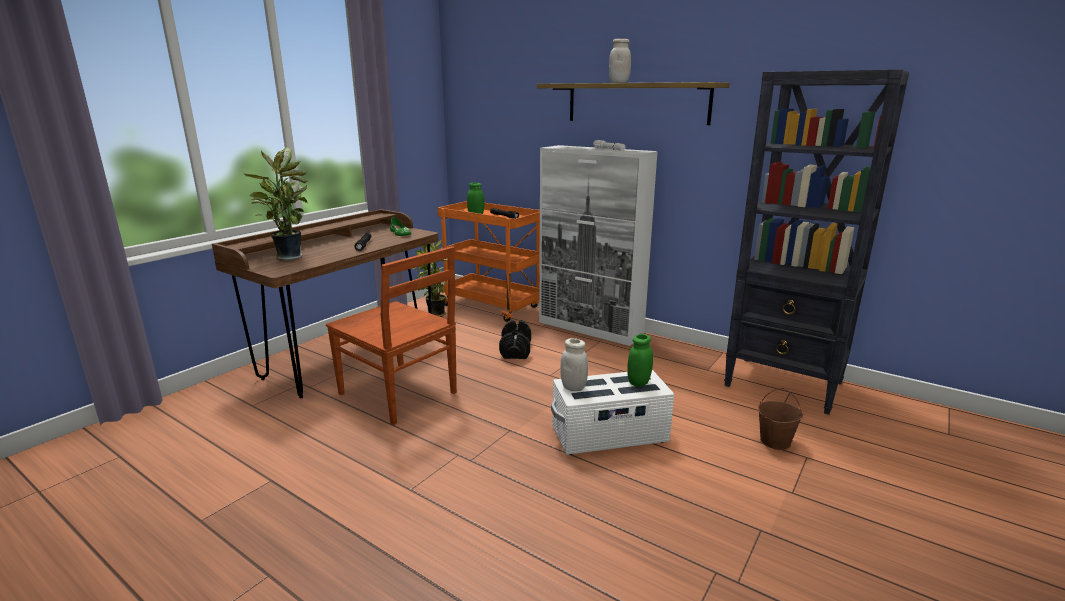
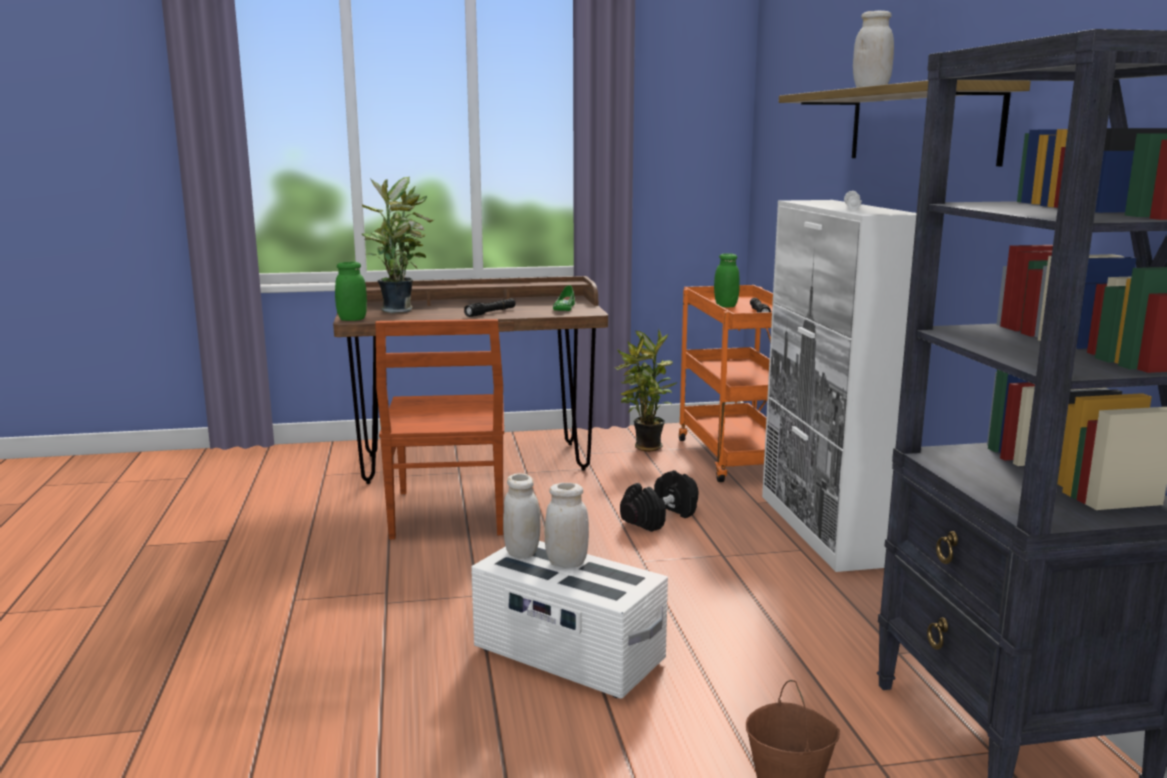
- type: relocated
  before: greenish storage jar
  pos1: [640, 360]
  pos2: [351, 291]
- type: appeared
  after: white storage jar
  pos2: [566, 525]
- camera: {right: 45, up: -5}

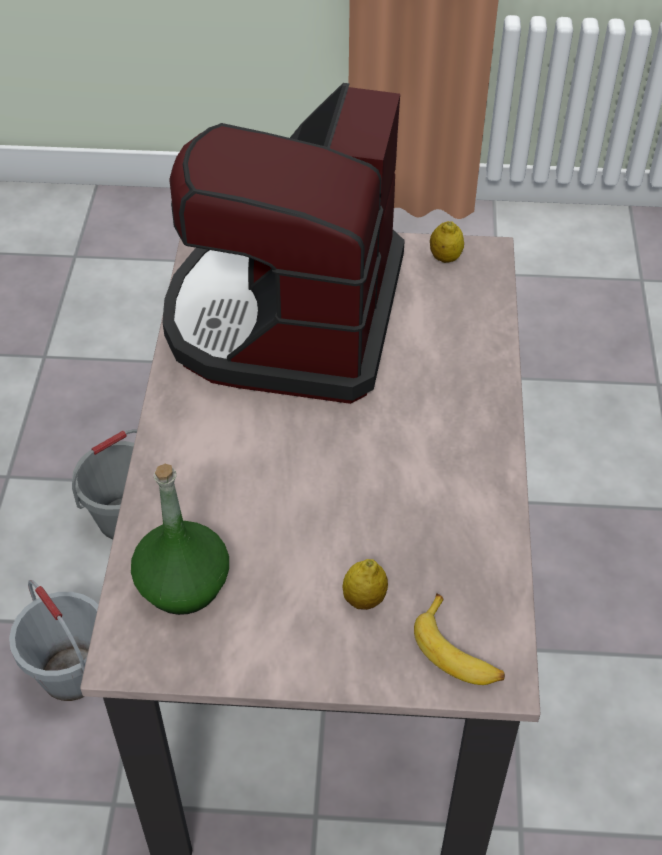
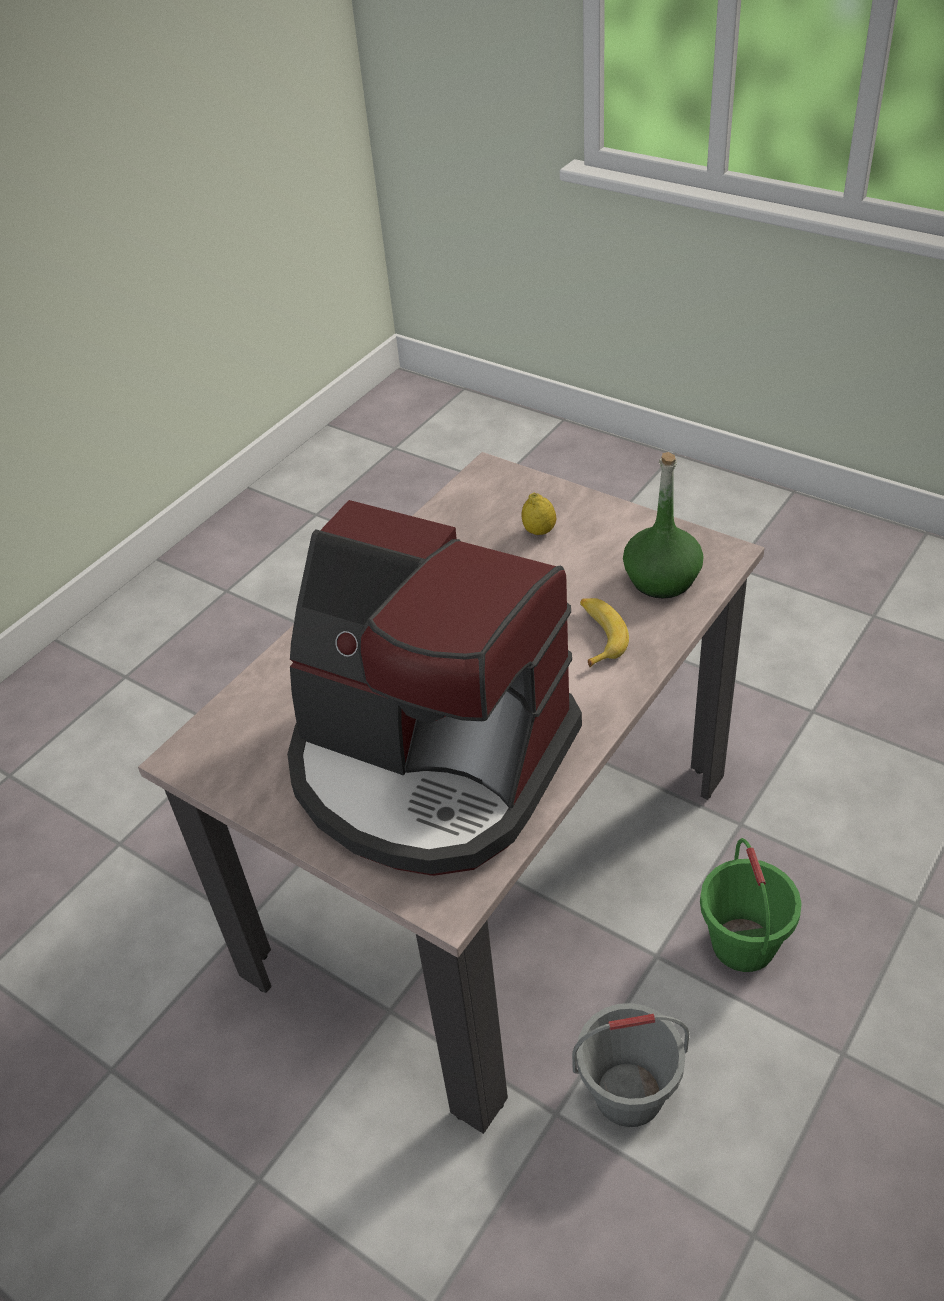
- type: colour
  before: gray water bucket
  after: greenish water bucket
  pos1: [53, 640]
  pos2: [751, 905]
- type: spun
  before: coffee brewer
  pos1: [283, 243]
  pos2: [434, 688]
  turn: 75
- type: relocated
  before: whole banana
  pos1: [459, 639]
  pos2: [604, 632]
- type: missing
  before: citrus fruit
  pos1: [447, 242]
- camera: {right: -145, up: -5}

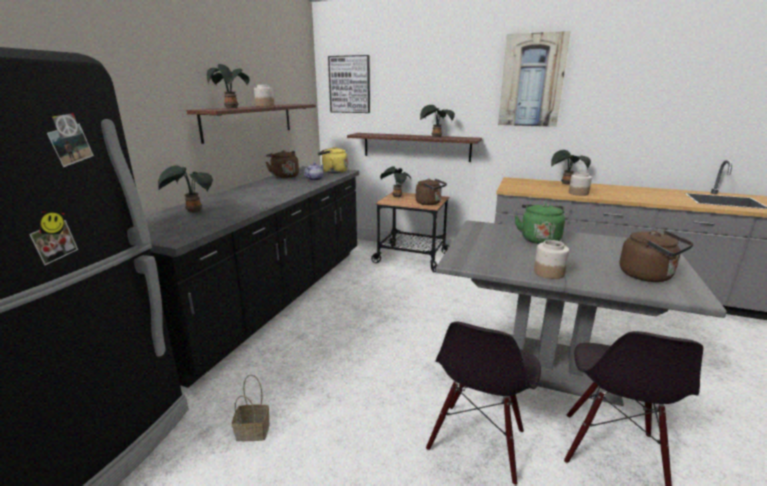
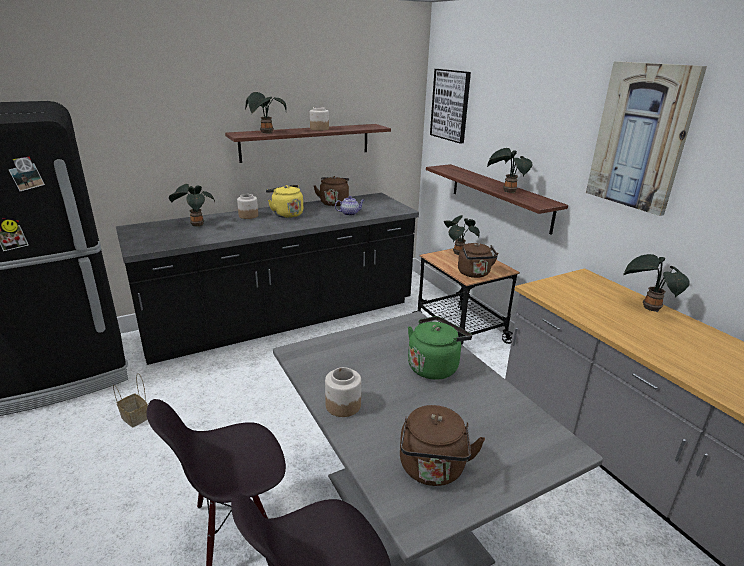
- type: relocated
  before: yellowish tea kettle
  pos1: [333, 160]
  pos2: [284, 201]
- type: relocated
  before: storage jar
  pos1: [580, 184]
  pos2: [247, 206]
- camera: {right: 40, up: 5}

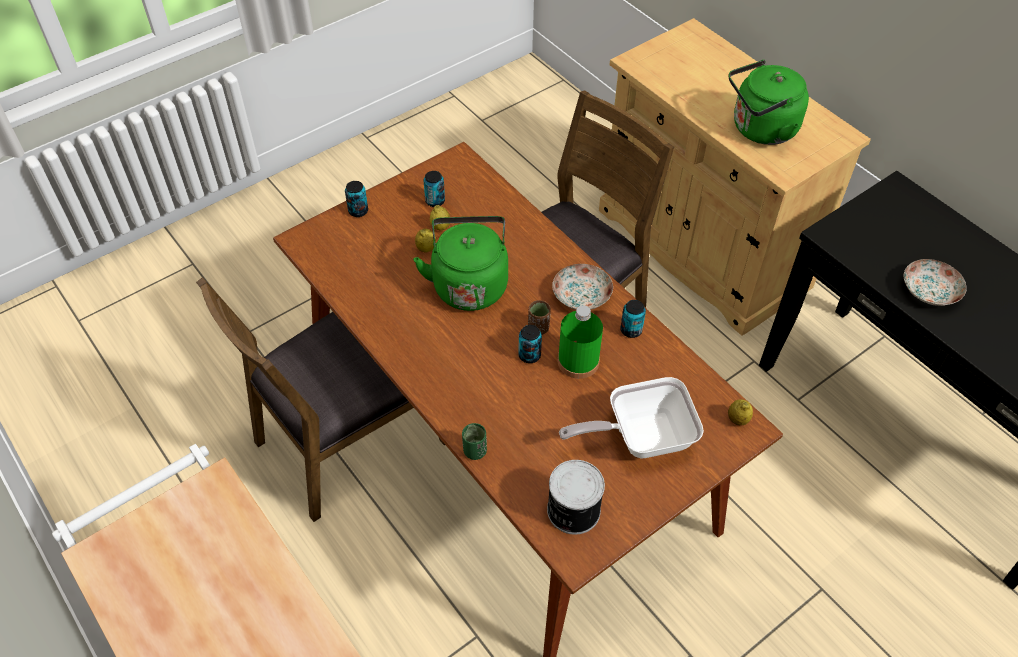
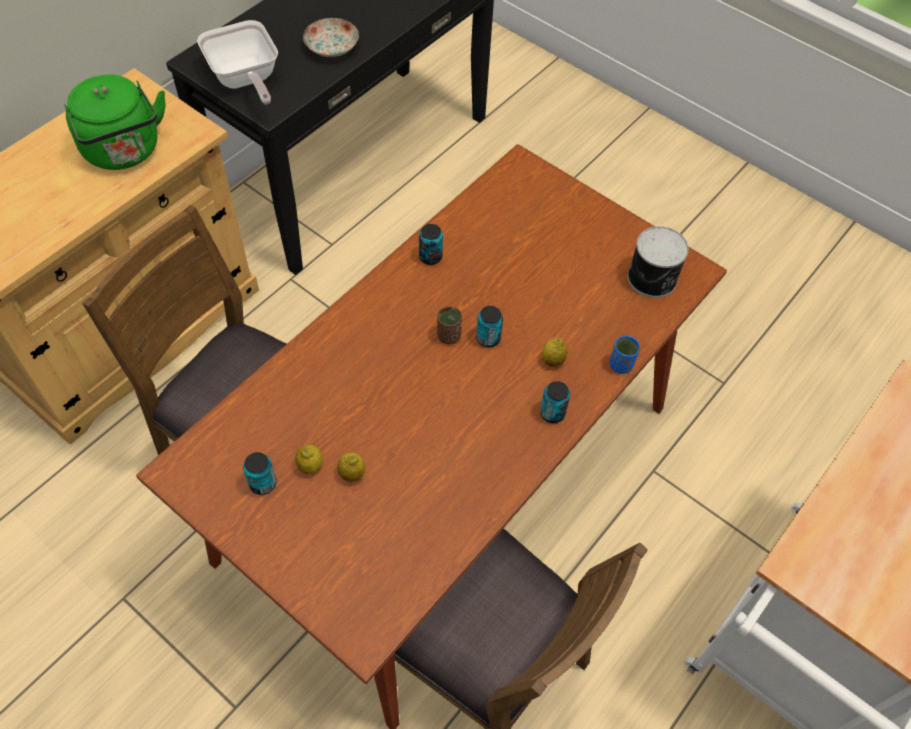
- type: relocated
  before: metal can
  pos1: [356, 199]
  pos2: [555, 402]
- type: missing
  before: greenish tea kettle
  pos1: [460, 263]
- type: colour
  before: greenish cup
  after: bluish cup
  pos1: [474, 441]
  pos2: [624, 355]
- type: missing
  before: plate
  pos1: [582, 287]
- type: missing
  before: greenish drink bottle
  pos1: [580, 342]
- type: relocated
  before: skillet
  pos1: [631, 417]
  pos2: [237, 62]
- type: relocated
  before: citrus fruit
  pos1: [740, 412]
  pos2: [555, 352]
- camera: {right: -105, up: 5}

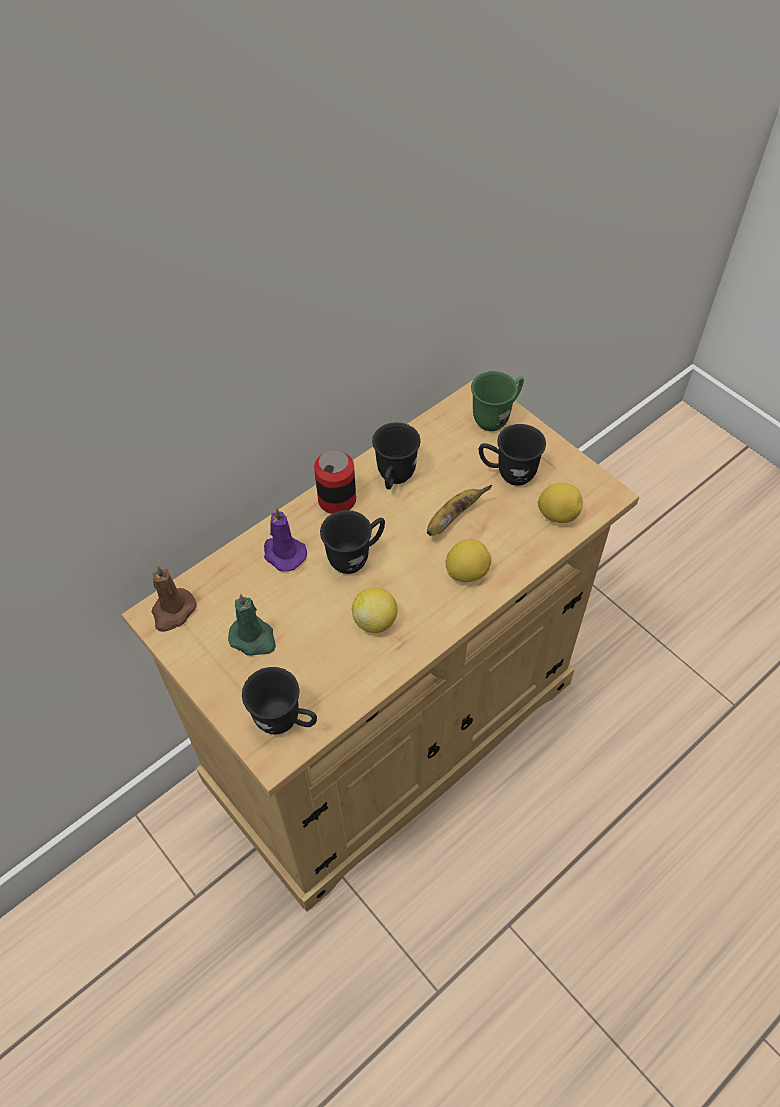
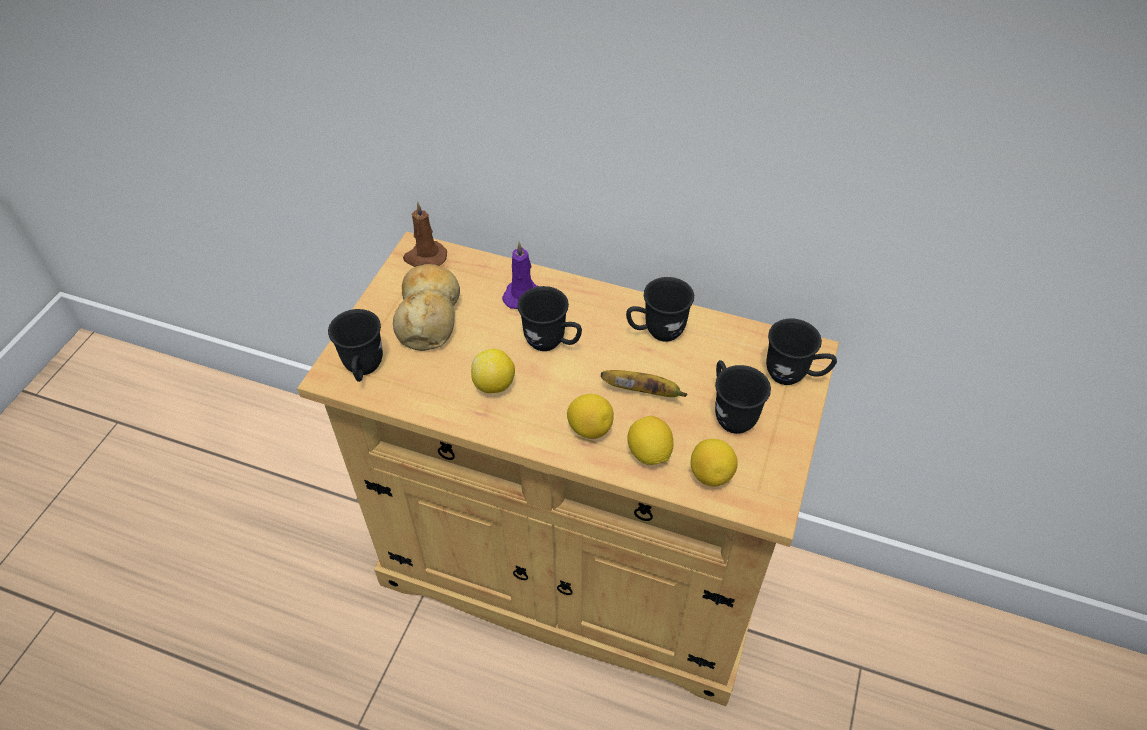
- type: exchanged
  before: greenish wax light
  after: bakery bread
  pos1: [252, 625]
  pos2: [426, 307]
- type: missing
  before: metal can
  pos1: [335, 482]
- type: colour
  before: greenish mug
  after: black-coloured mug
  pos1: [497, 401]
  pos2: [801, 352]
- type: appeared
  after: citrus fruit
  pos2: [650, 440]
- camera: {right: 60, up: -5}

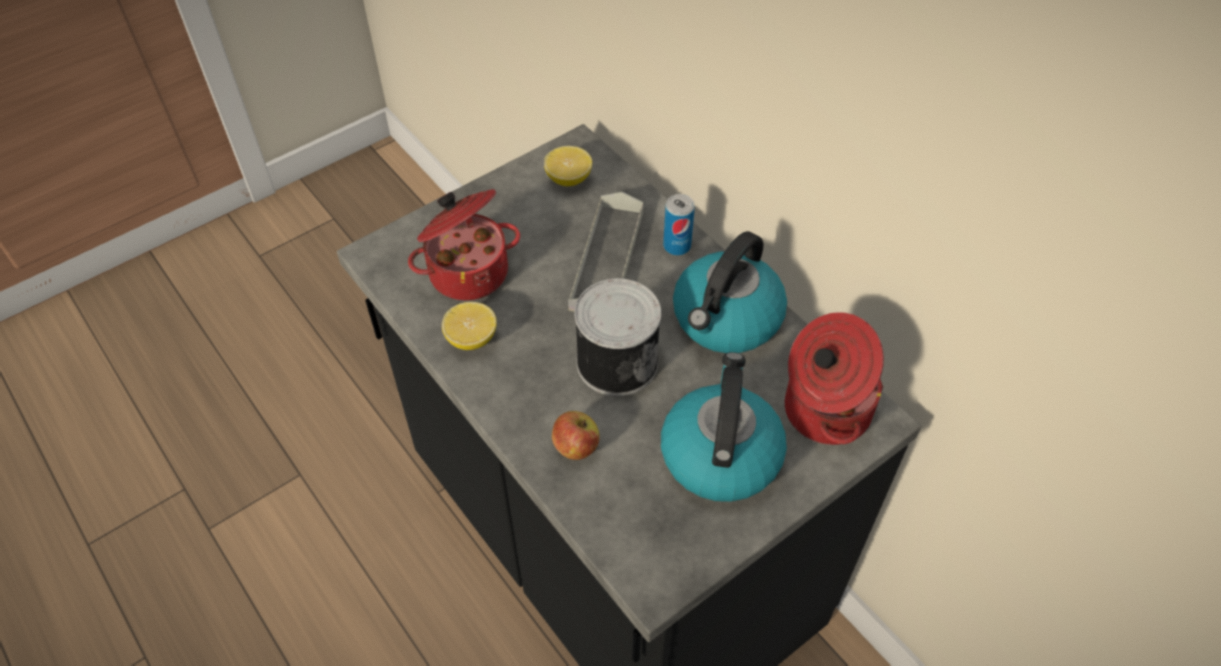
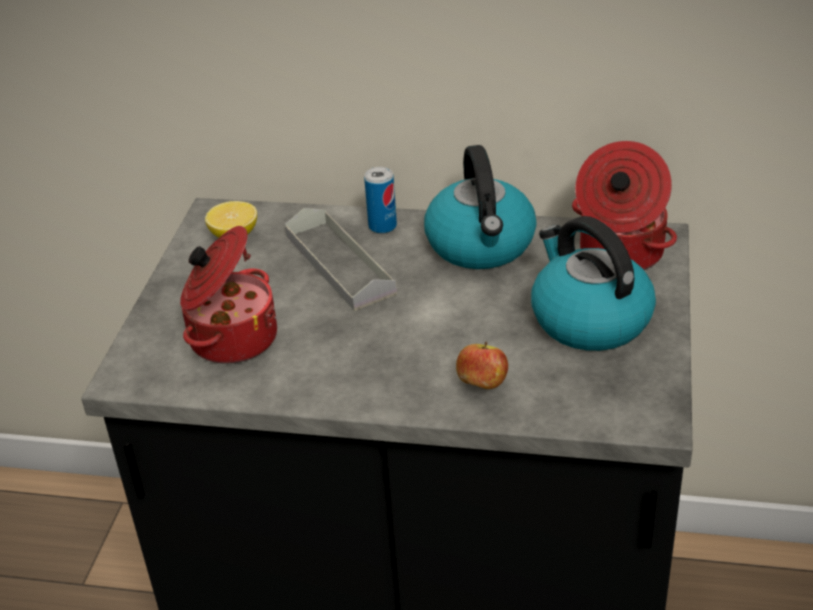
- type: missing
  before: citrus fruit
  pos1: [469, 326]
- type: missing
  before: metal can
  pos1: [617, 337]
- camera: {right: -40, up: -15}

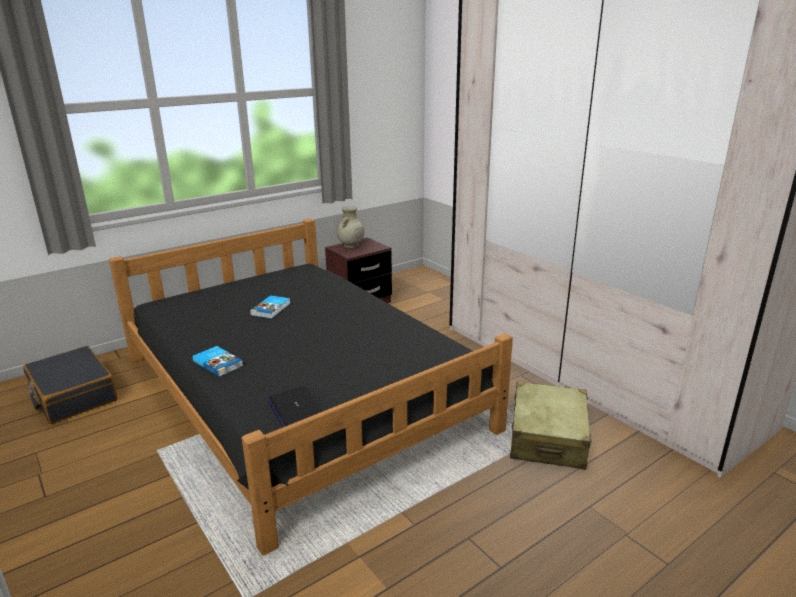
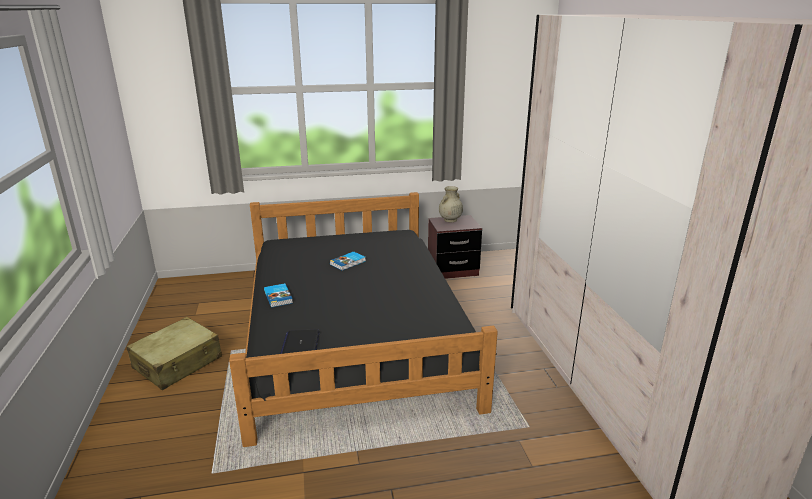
- type: missing
  before: black-coloured piece of luggage
  pos1: [70, 385]
- type: relocated
  before: beige piece of luggage
  pos1: [551, 426]
  pos2: [174, 353]
- camera: {right: 25, up: 0}

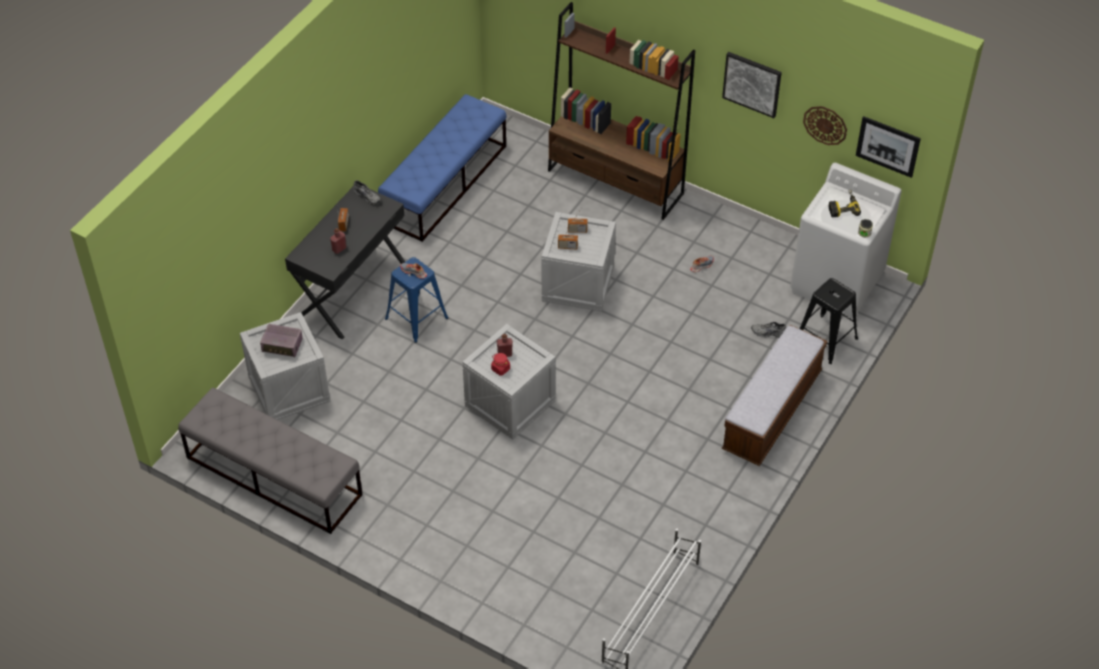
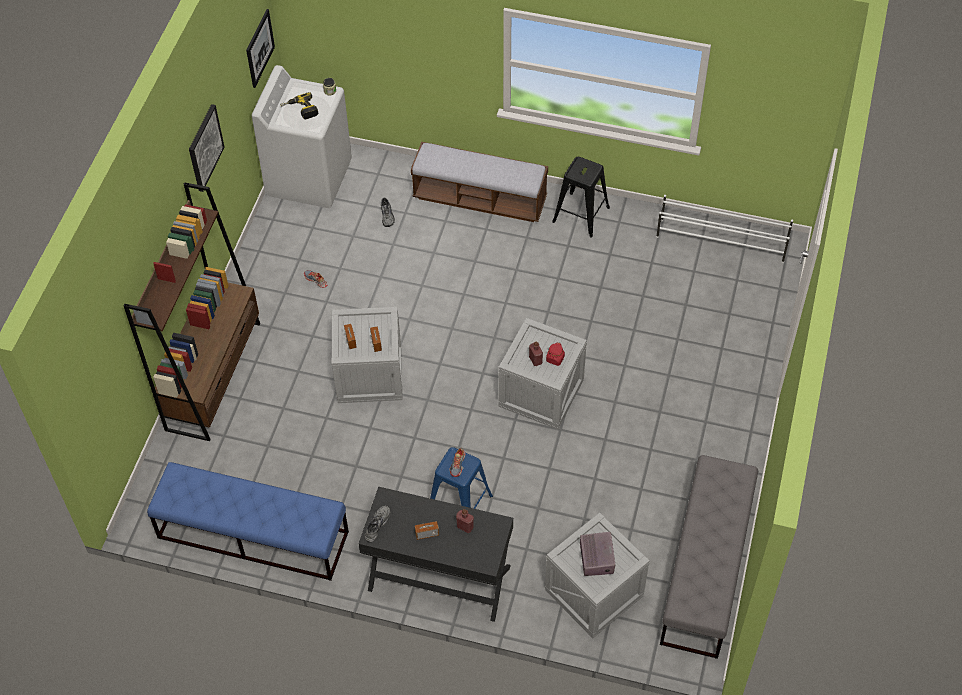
- type: relocated
  before: black-coloured sitting stool
  pos1: [829, 321]
  pos2: [581, 197]
- type: missing
  before: hanging clock
  pos1: [825, 125]
- camera: {right: -105, up: 5}

